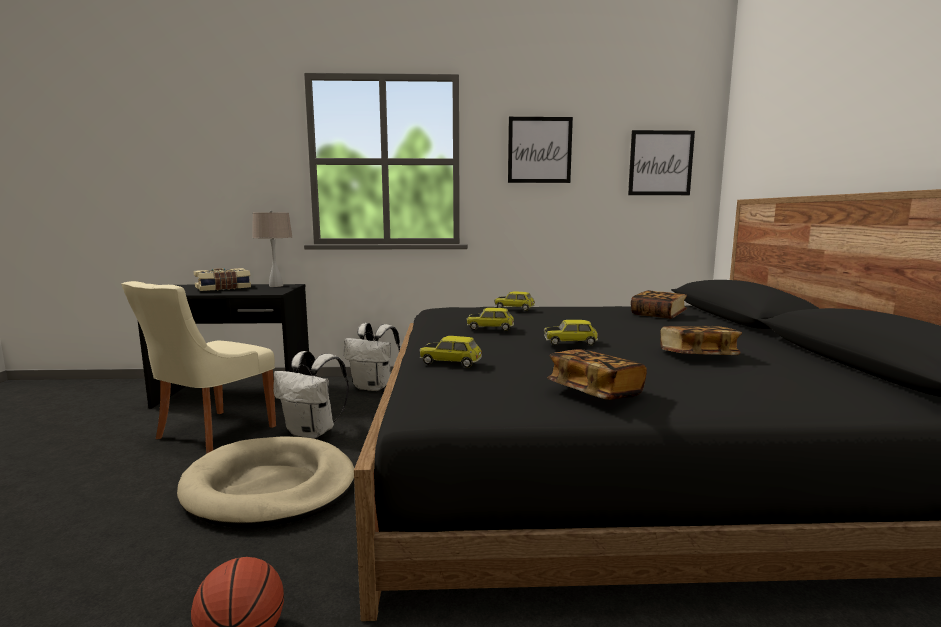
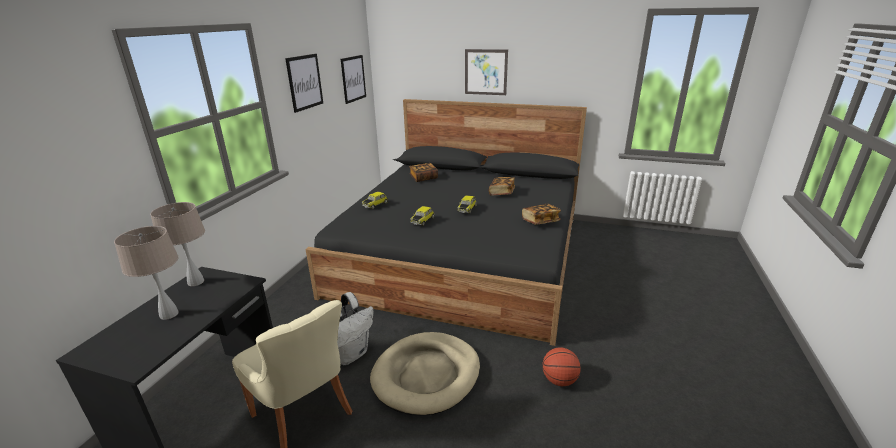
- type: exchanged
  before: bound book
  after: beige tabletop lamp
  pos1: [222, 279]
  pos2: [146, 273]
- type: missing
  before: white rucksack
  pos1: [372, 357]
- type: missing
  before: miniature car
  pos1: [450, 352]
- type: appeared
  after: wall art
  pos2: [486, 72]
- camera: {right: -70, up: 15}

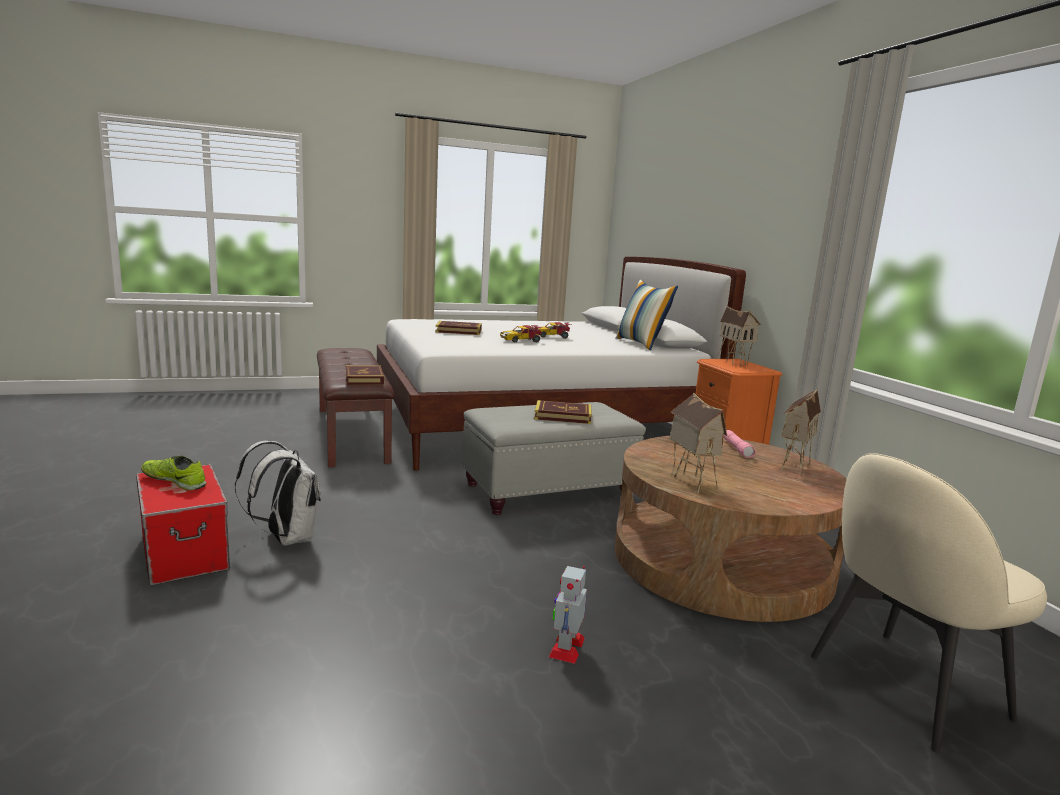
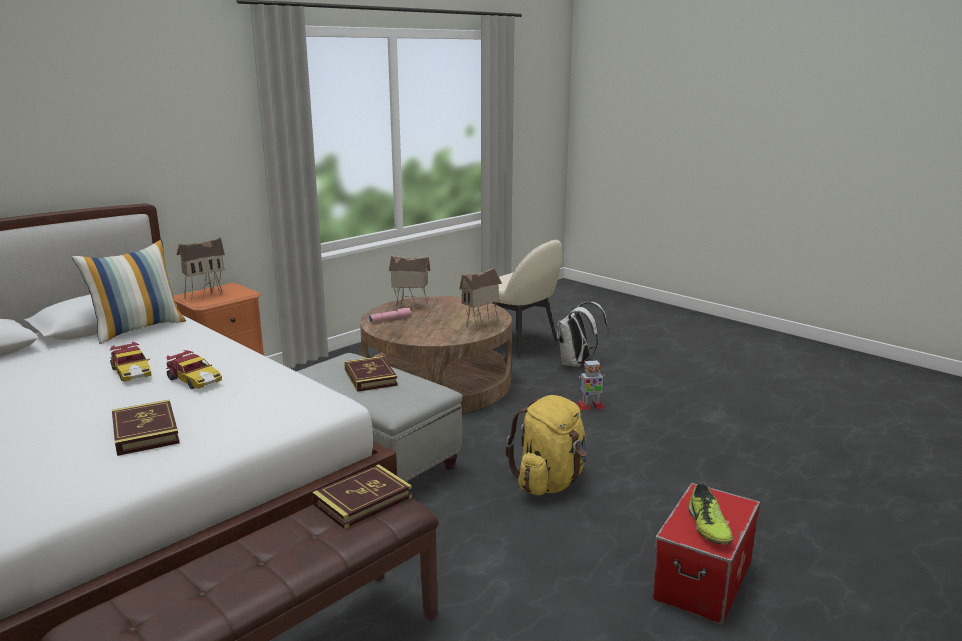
- type: relocated
  before: white rucksack
  pos1: [278, 493]
  pos2: [582, 334]
- type: appeared
  after: yellowish rucksack
  pos2: [545, 445]
- camera: {right: -115, up: 5}

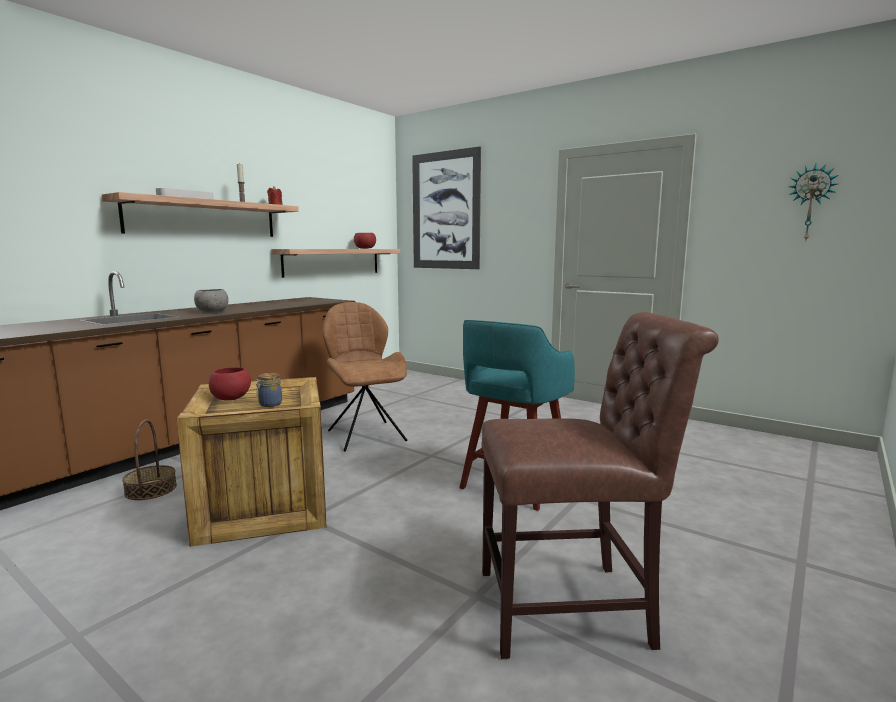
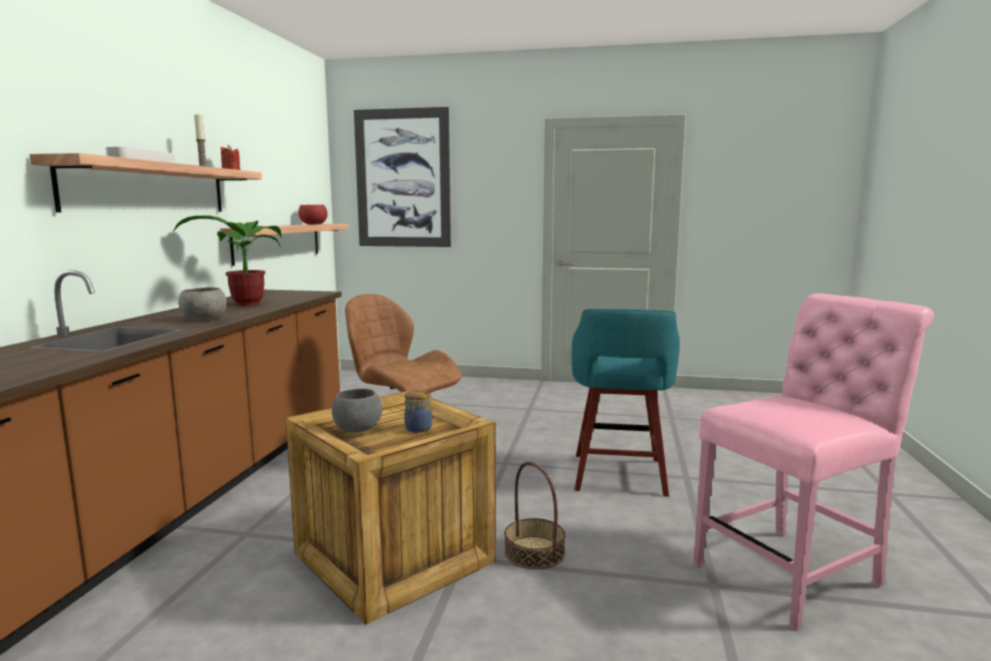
- type: relocated
  before: storage basket
  pos1: [149, 459]
  pos2: [535, 515]
- type: colour
  before: red-coloured bowl
  after: gray bowl
  pos1: [230, 383]
  pos2: [357, 410]
- type: colour
  before: brownish plain chair
  after: pink-coloured plain chair
  pos1: [600, 485]
  pos2: [813, 461]
- type: missing
  before: hanging clock
  pos1: [813, 202]
- type: appeared
  after: plant in a pot
  pos2: [227, 260]
- camera: {right: -25, up: 0}

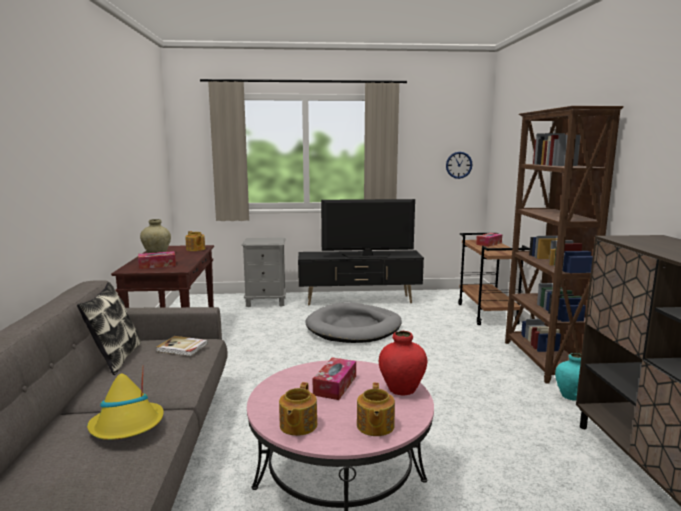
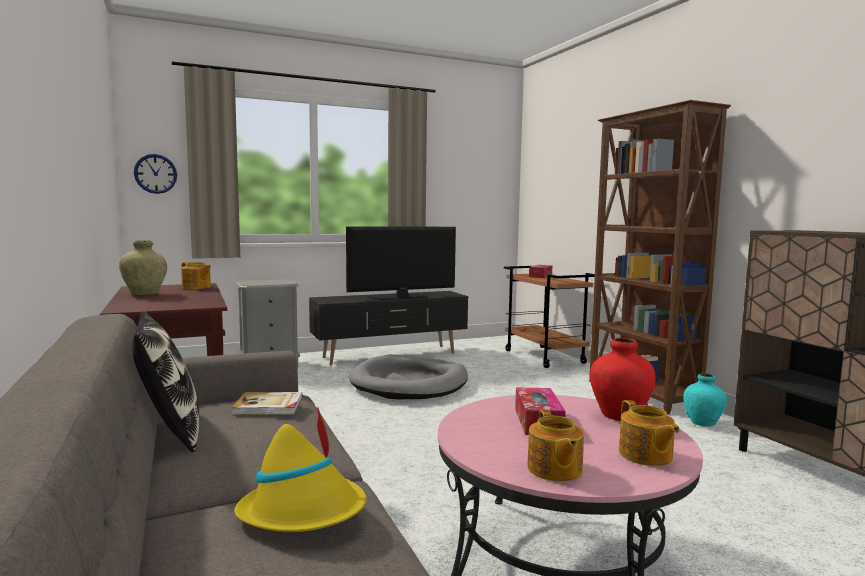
- type: missing
  before: tissue box
  pos1: [157, 260]
- type: relocated
  before: hanging clock
  pos1: [459, 165]
  pos2: [155, 174]
- camera: {right: -20, up: -5}

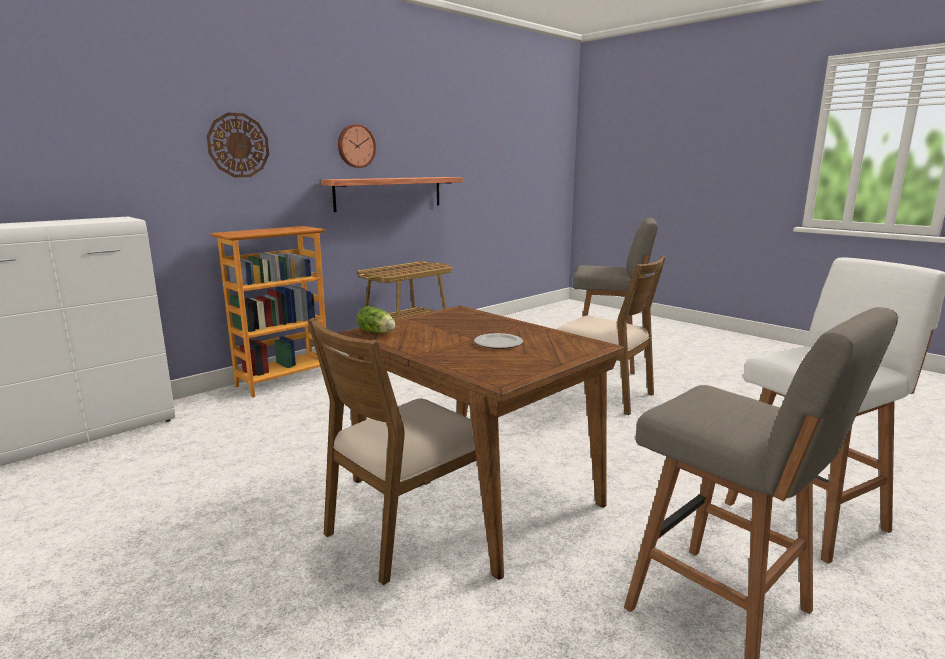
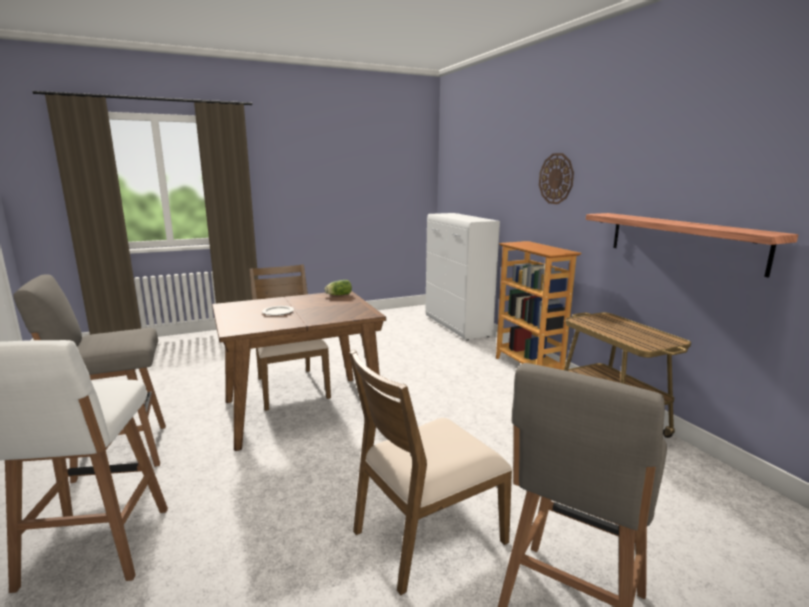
- type: missing
  before: hanging clock
  pos1: [357, 146]
- camera: {right: 110, up: 0}

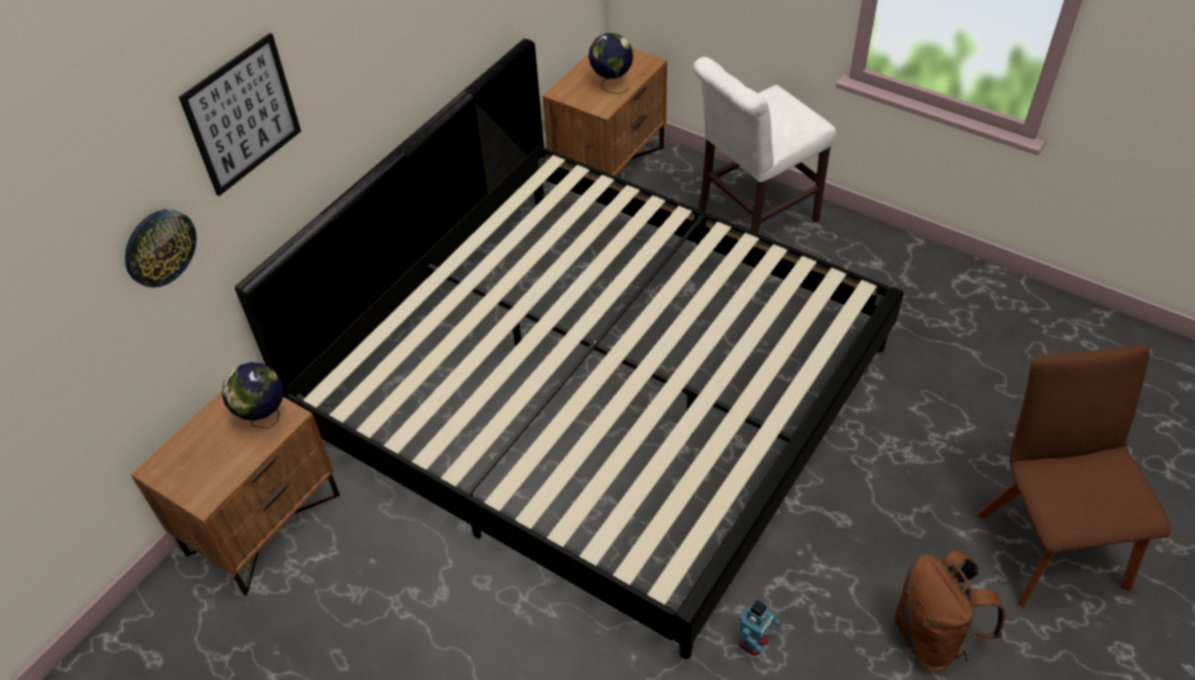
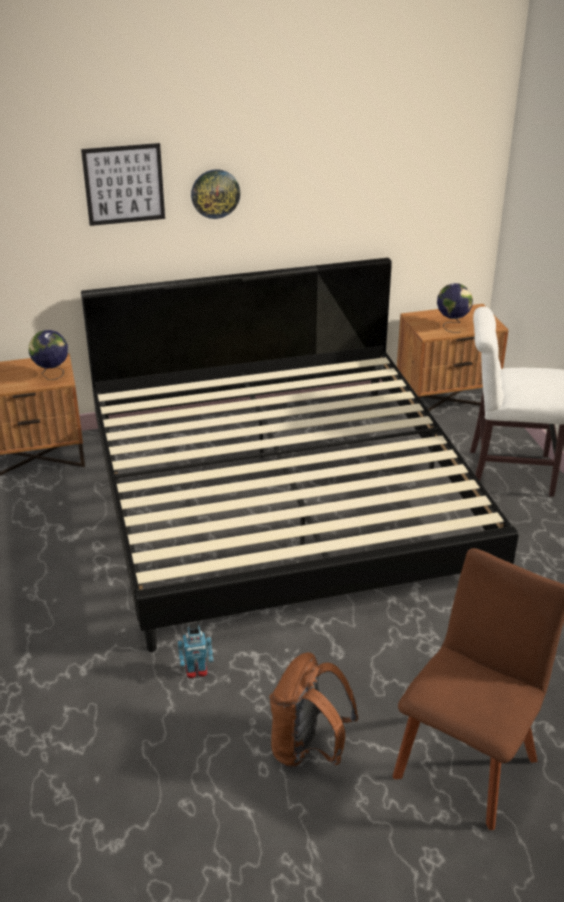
- type: relocated
  before: hanging clock
  pos1: [161, 248]
  pos2: [215, 194]
- camera: {right: 40, up: -15}

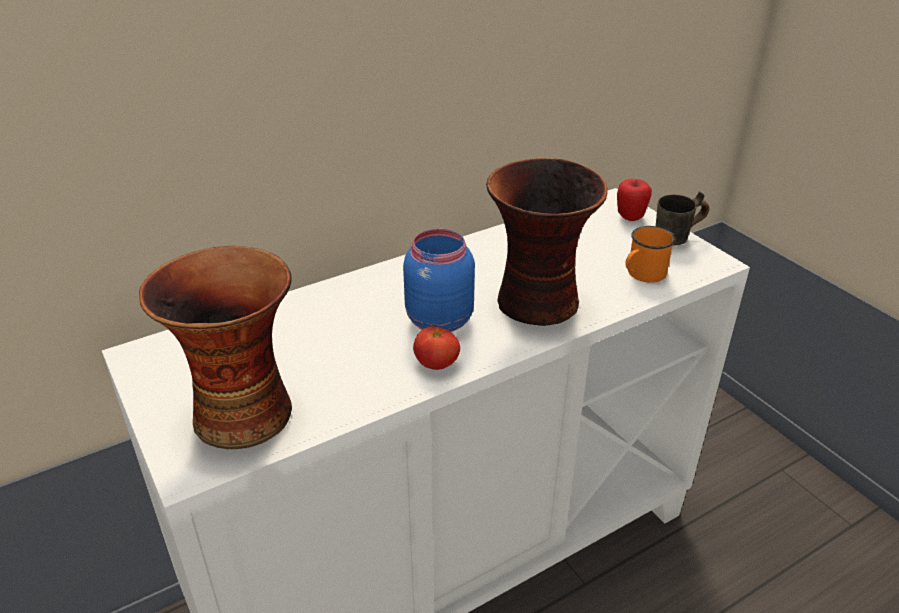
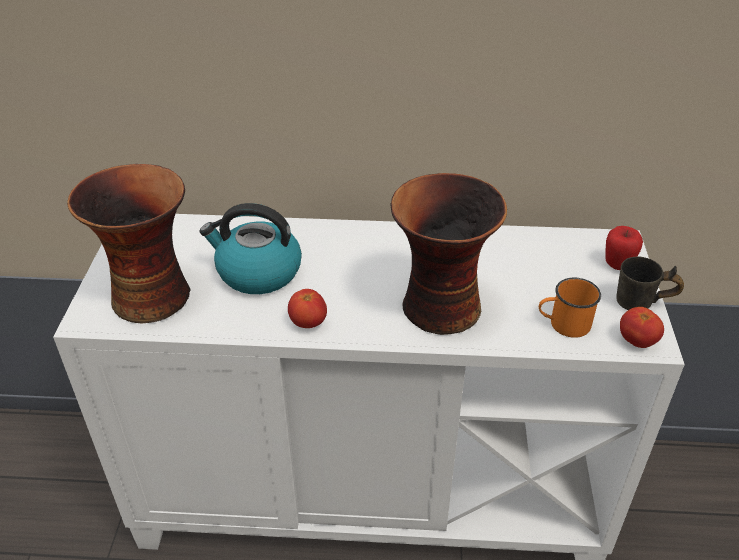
- type: missing
  before: bluish storage jar
  pos1: [439, 280]
- type: appeared
  after: tea kettle
  pos2: [251, 248]
- type: appeared
  after: whole tomato
  pos2: [642, 327]
- camera: {right: 35, up: 5}

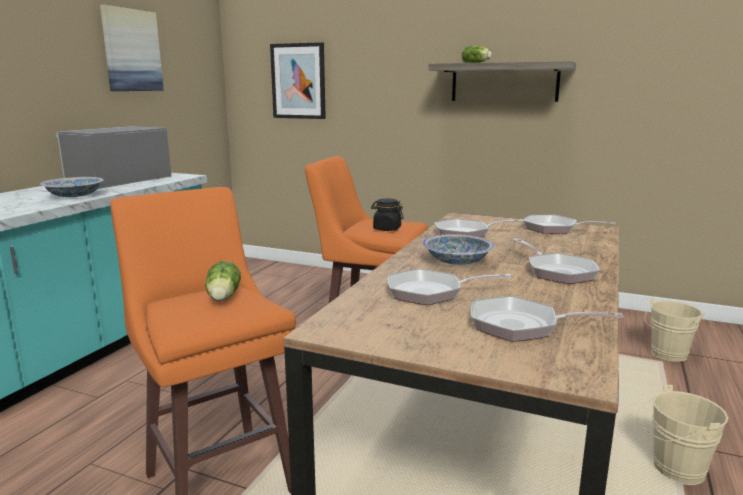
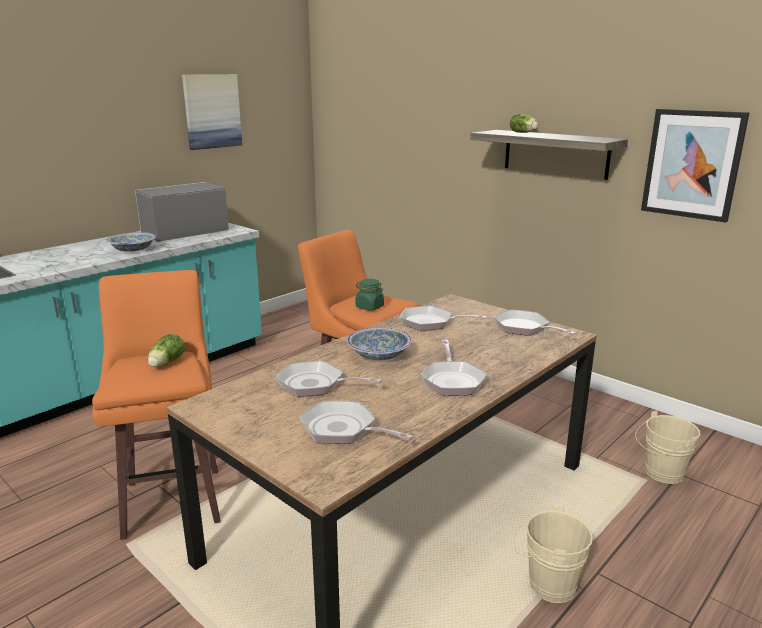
- type: relocated
  before: wall art
  pos1: [298, 80]
  pos2: [695, 165]
- type: colour
  before: black-coloured storage jar
  after: greenish storage jar
  pos1: [387, 214]
  pos2: [370, 295]
- camera: {right: 20, up: 5}

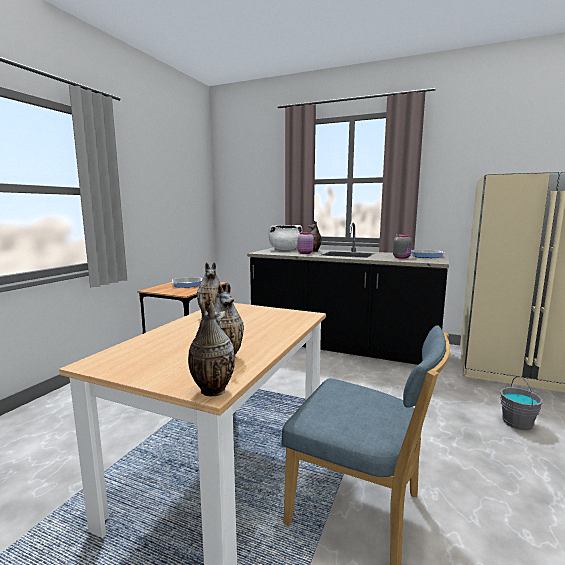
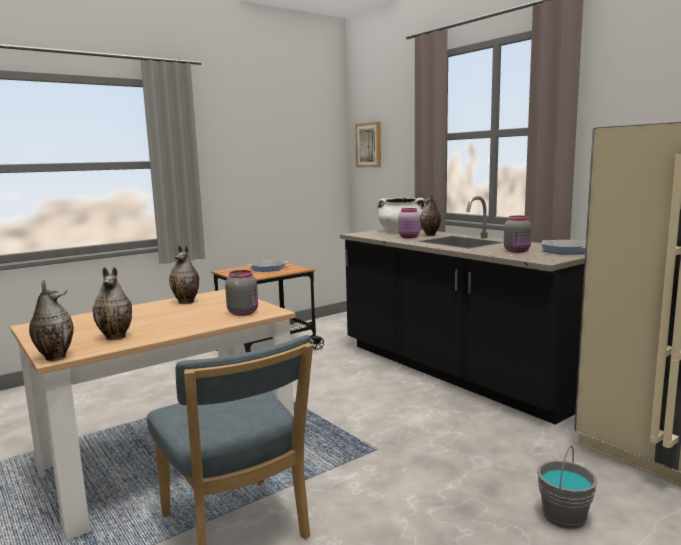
- type: appeared
  after: gray storage jar
  pos2: [241, 293]
- type: appeared
  after: wall art
  pos2: [368, 144]
- camera: {right: 30, up: 0}

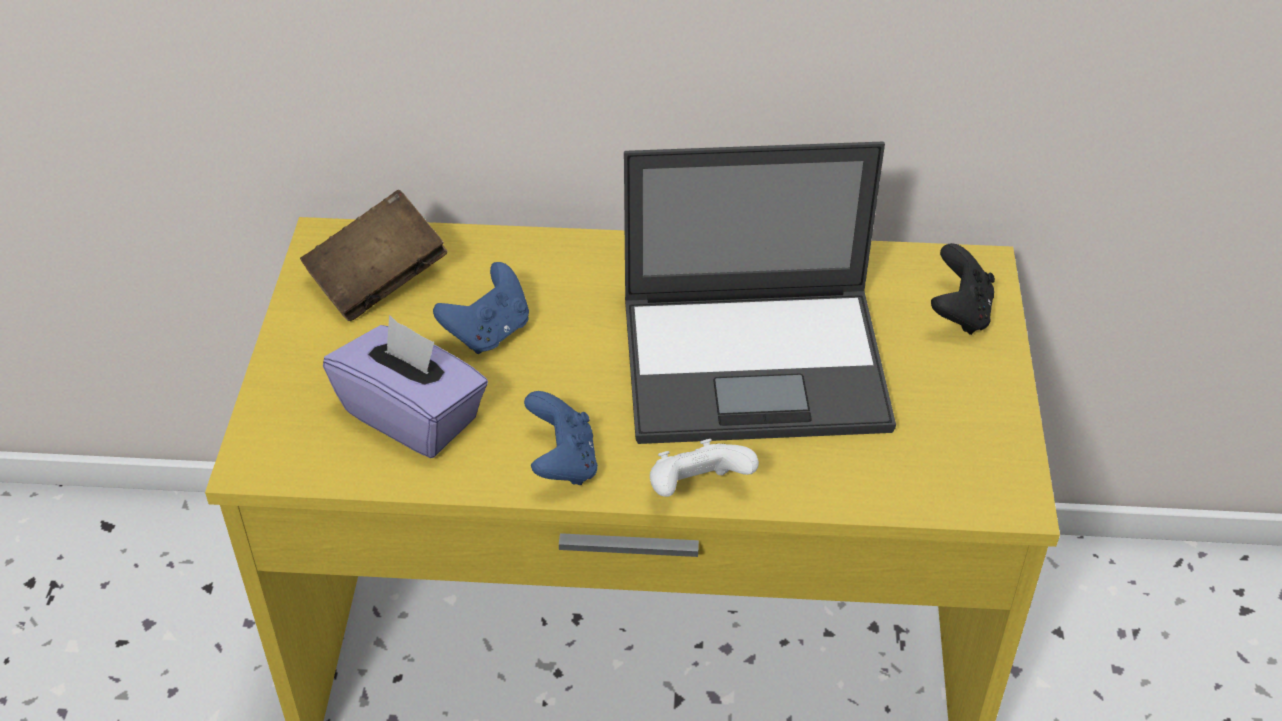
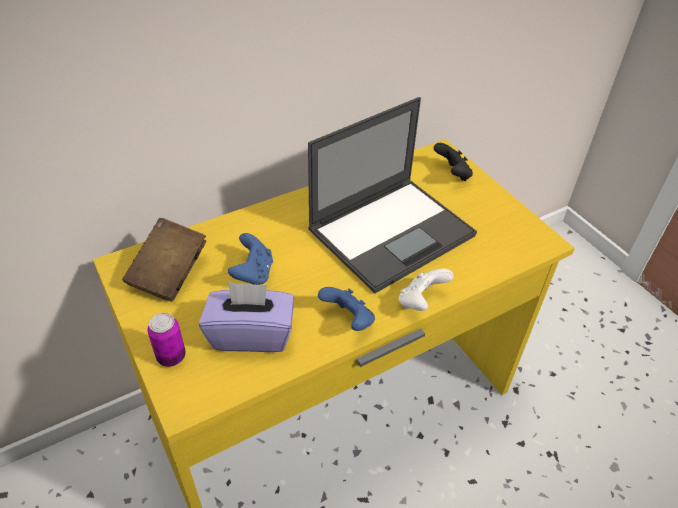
- type: appeared
  after: metal can
  pos2: [166, 340]
- camera: {right: -35, up: 0}

